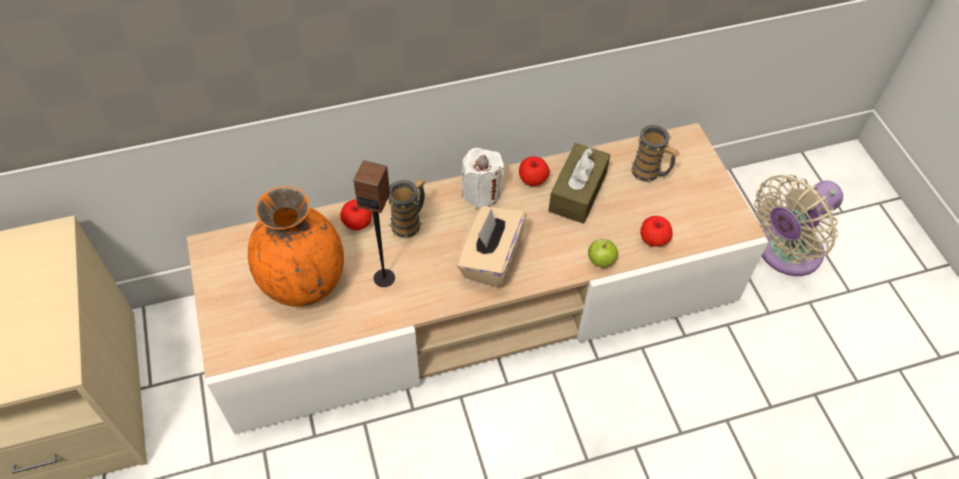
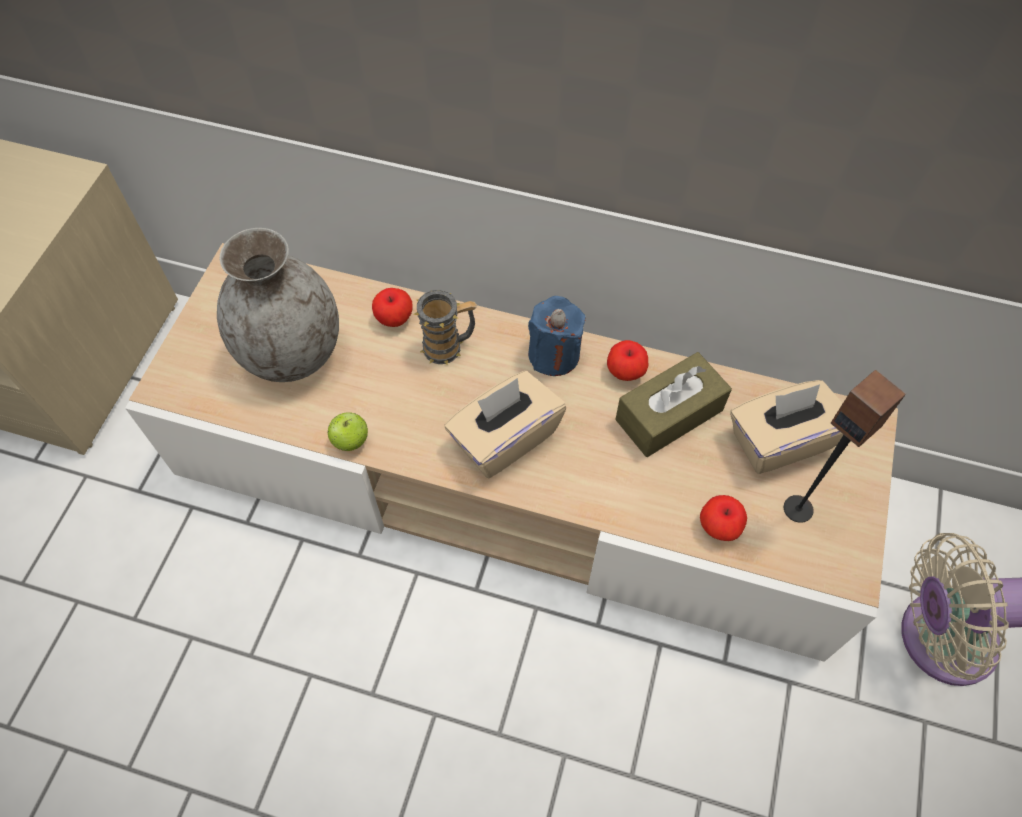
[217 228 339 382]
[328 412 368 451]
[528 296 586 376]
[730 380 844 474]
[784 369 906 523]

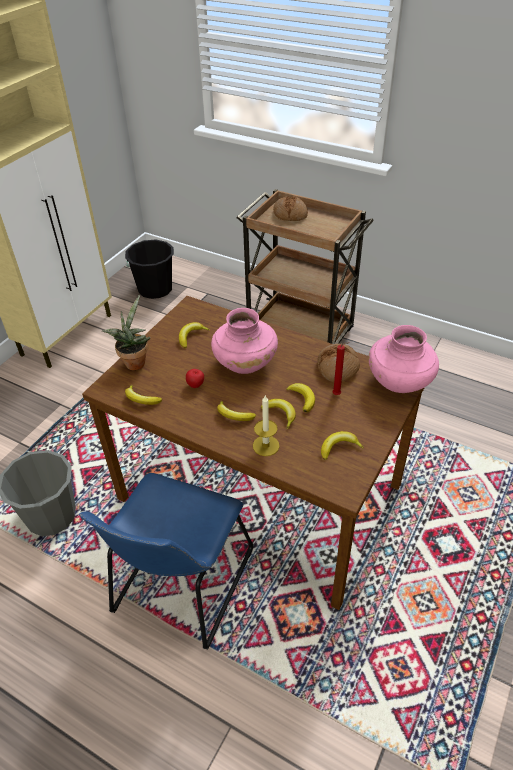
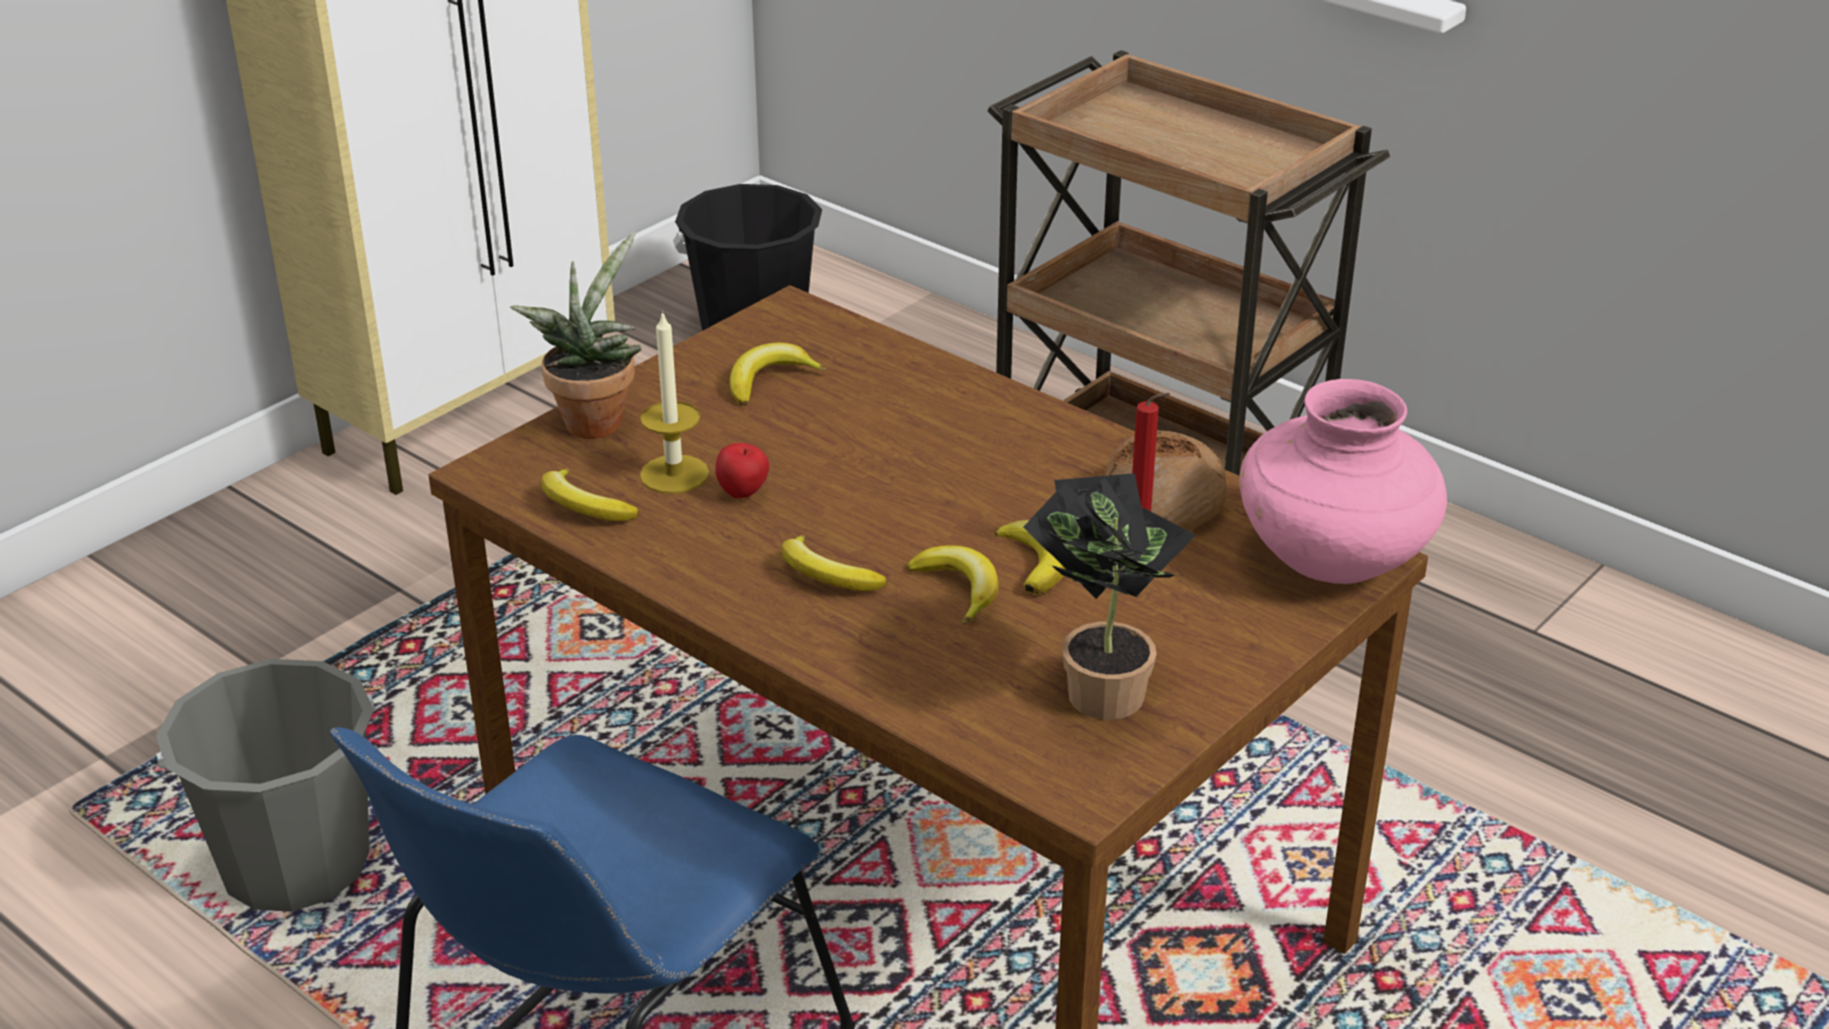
[640 310 709 494]
[1023 473 1196 720]
[211 308 278 374] (first image)
[273 196 308 221] (first image)

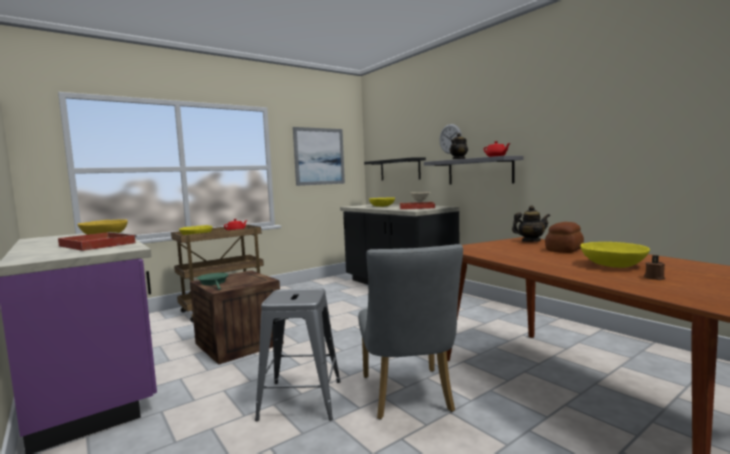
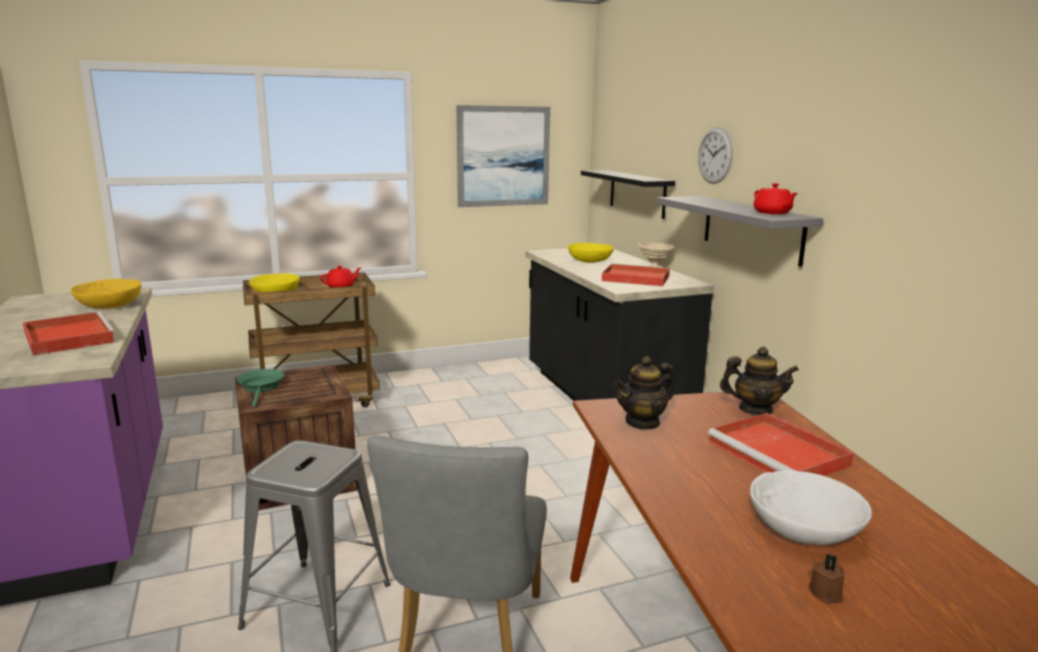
[614 356 674 430]
[708 413 854 476]
[750 470 872 545]

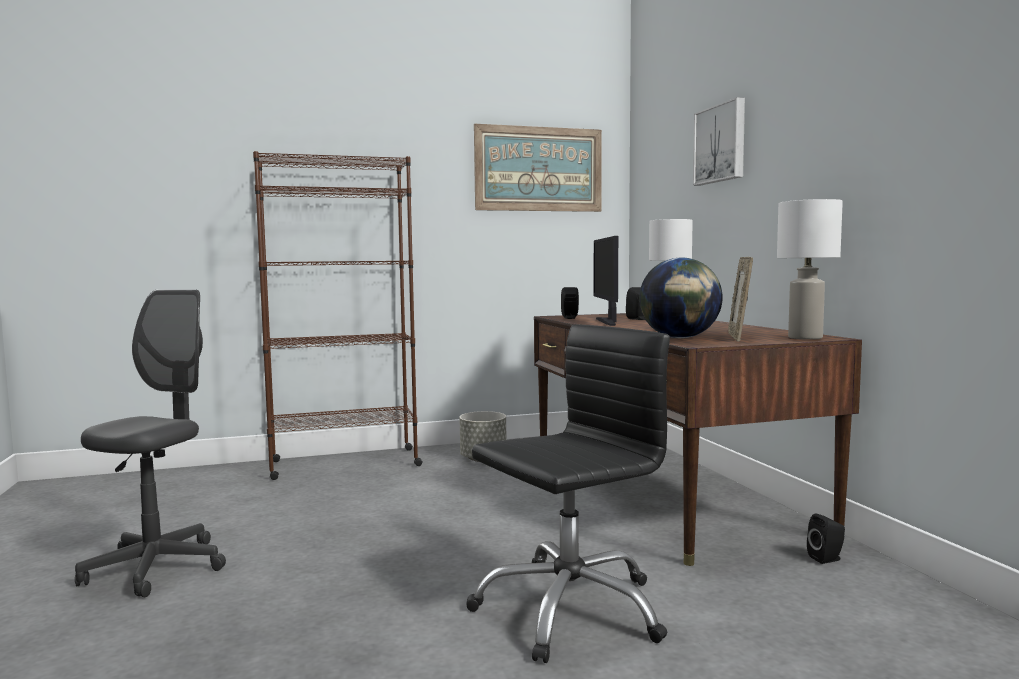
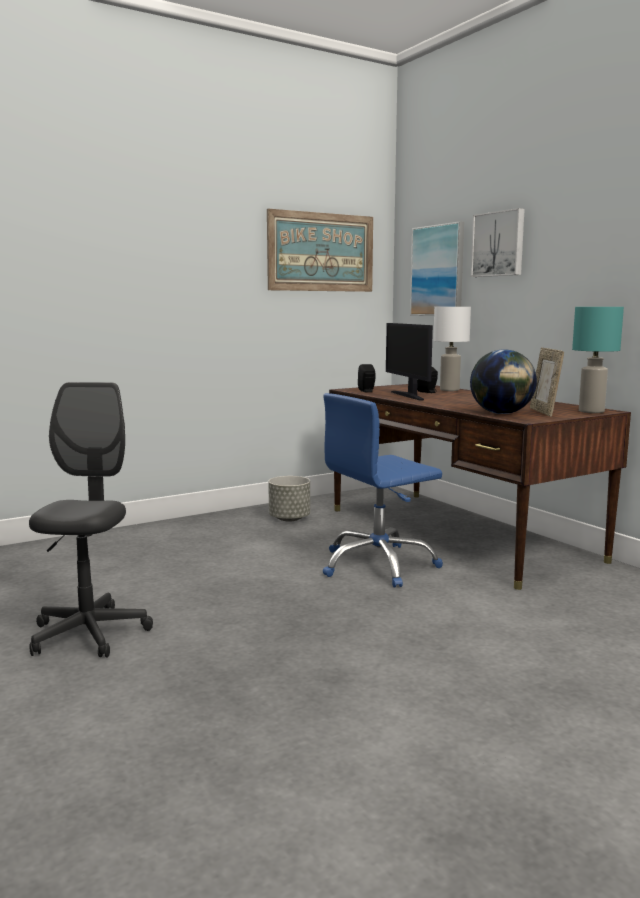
[323 393 443 588]
[410 221 464 316]
[572 307 624 413]
[253 151 423 480] (first image)
[466 324 670 663] (first image)
[807 513 845 564] (first image)

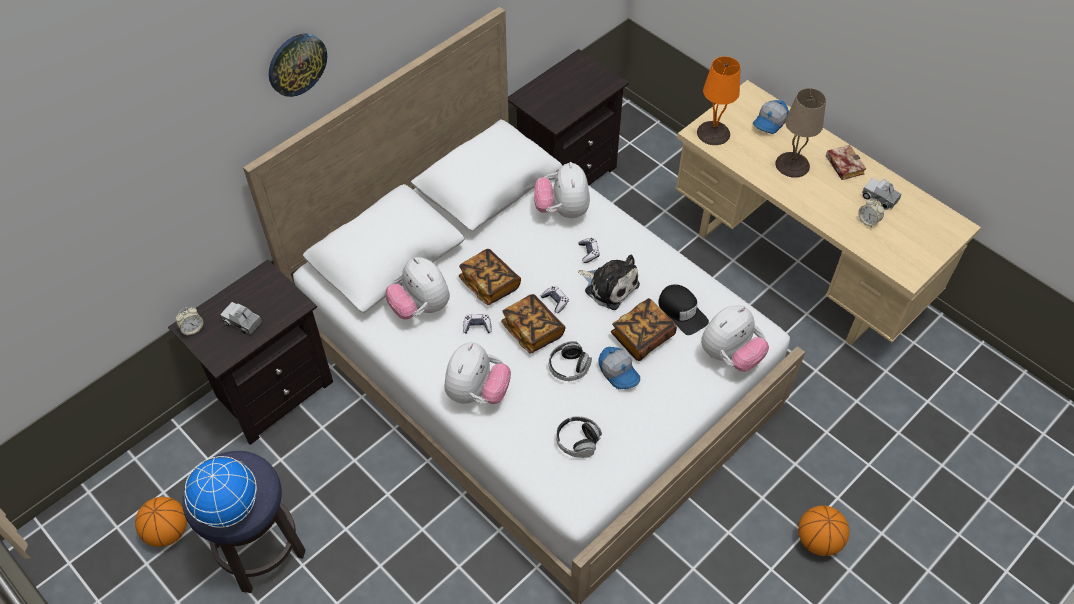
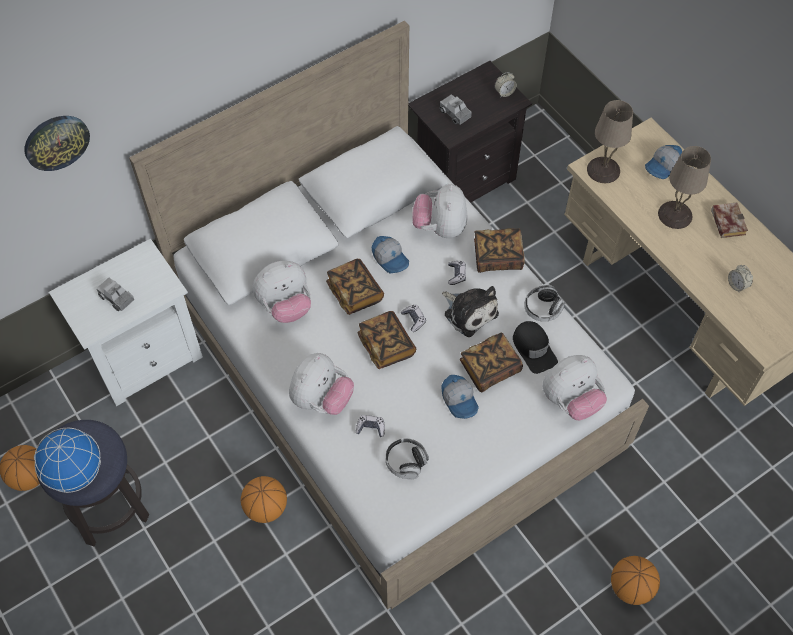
[24 116 90 171]
[49 239 203 406]
[241 476 287 523]
[253 261 311 323]
[356 415 385 437]
[372 236 409 273]
[439 94 472 125]
[474 228 525 273]
[495 72 517 98]
[524 285 565 322]
[587 100 633 183]

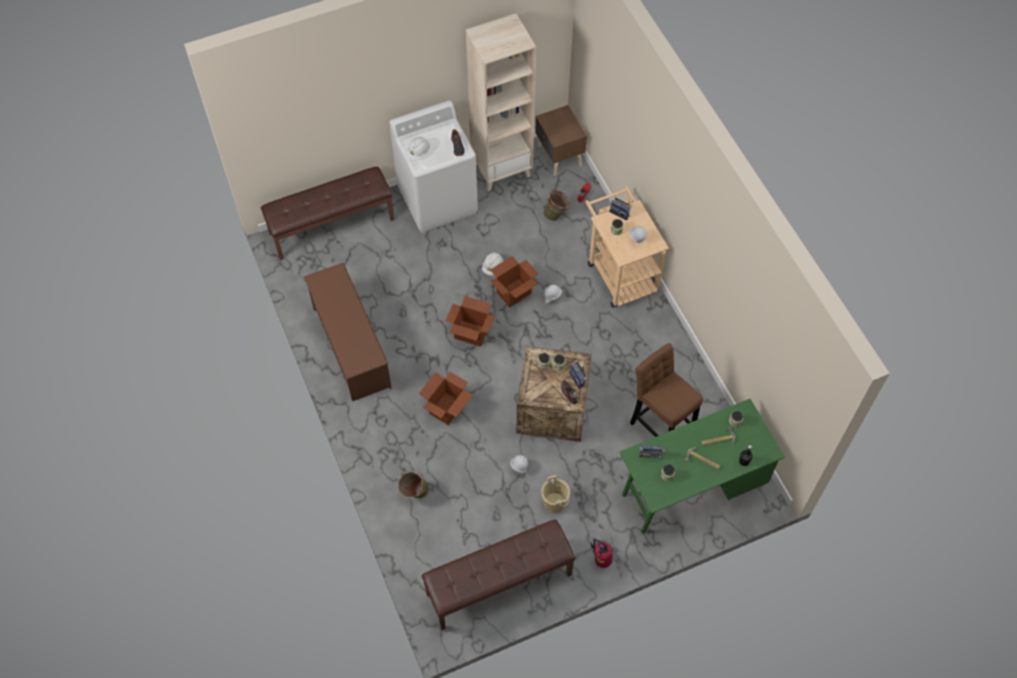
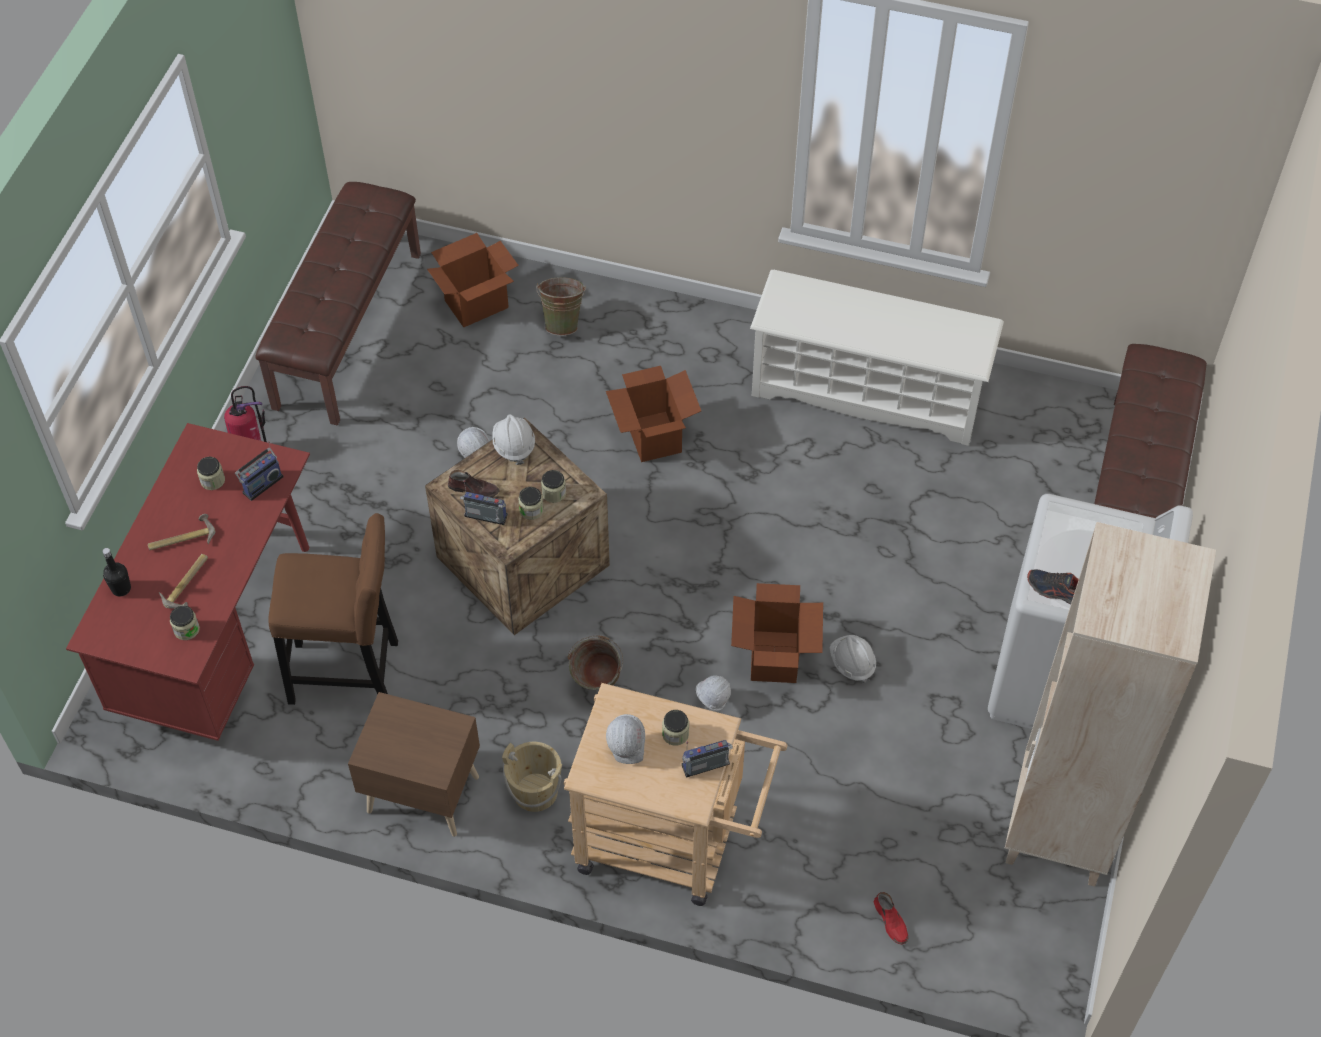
[66 423 310 741]
[348 692 480 837]
[427 233 519 327]
[492 414 535 465]
[502 742 562 812]
[567 635 623 690]
[750 269 1004 446]

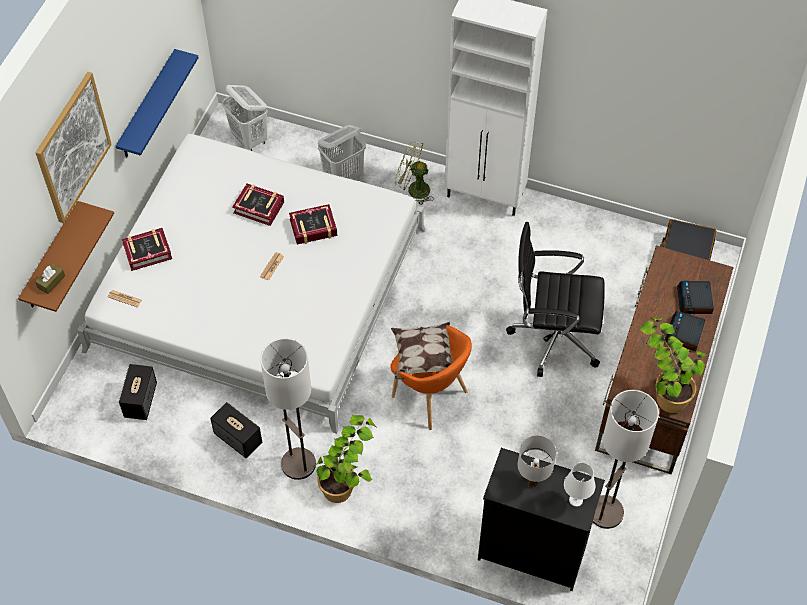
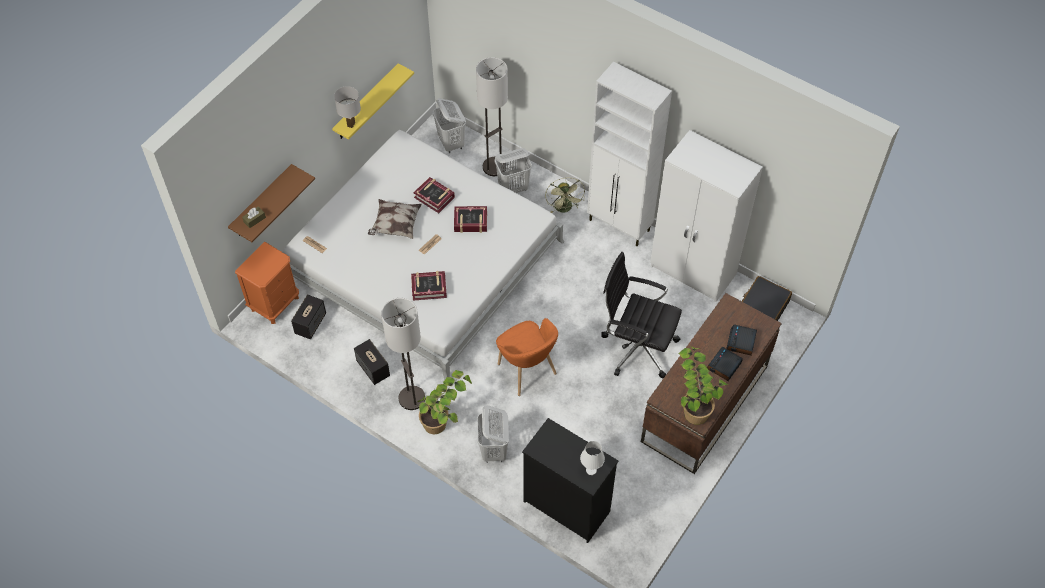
[235 242 299 324]
[332 63 414 139]
[334 86 361 128]
[368 199 422 239]
[411 271 447 301]
[476 57 508 176]
[477 405 509 463]
[545 178 585 213]
[650 130 763 302]
[36 72 112 223] (first image)

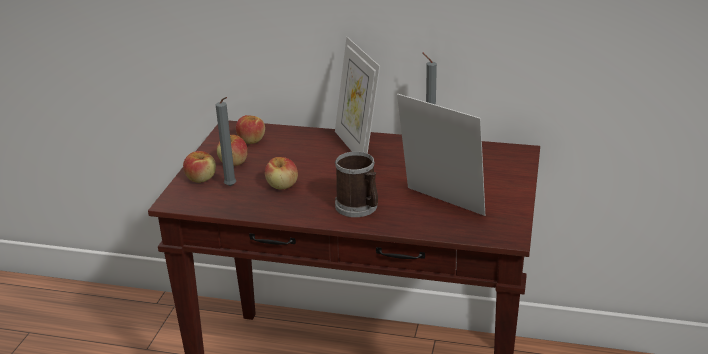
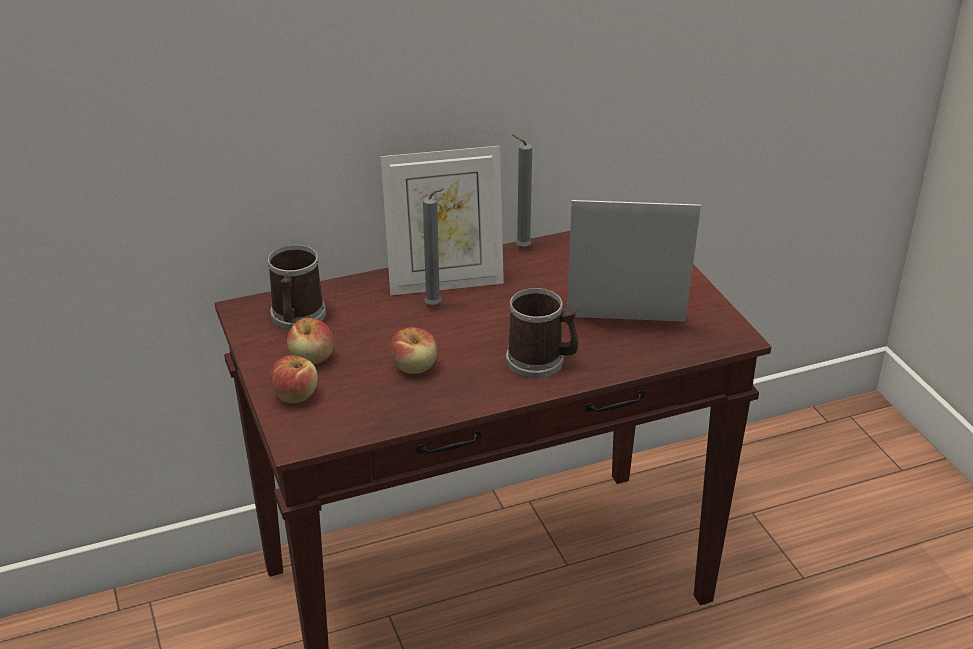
[267 245 326 330]
[381 146 504 296]
[423 188 444 306]

